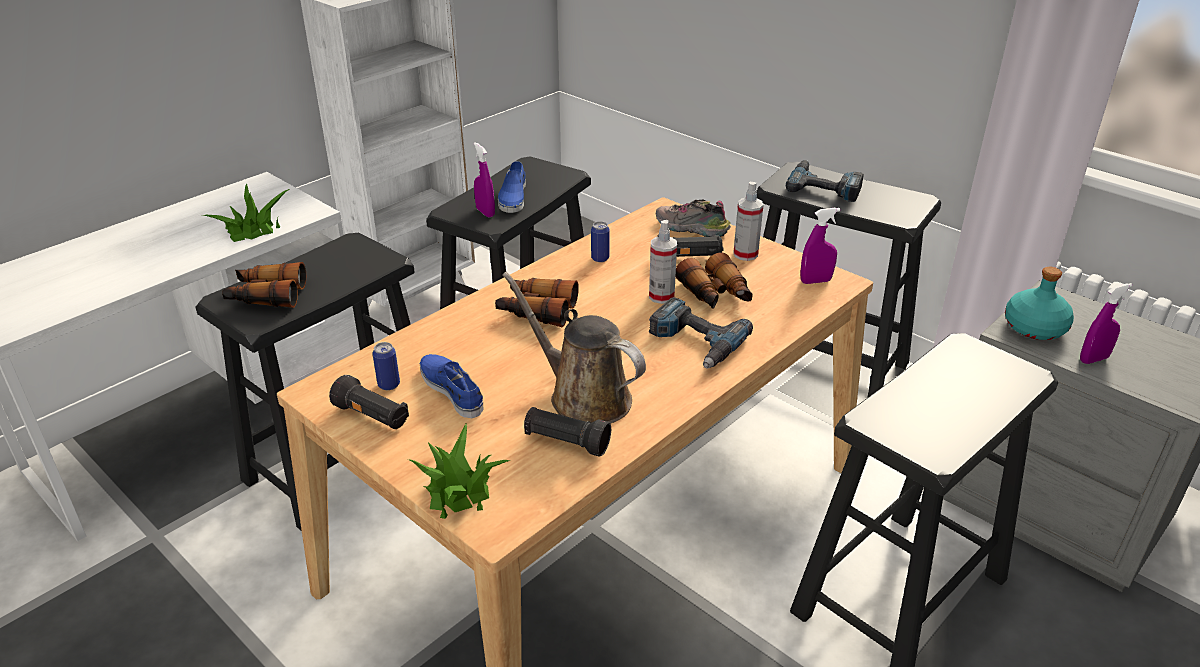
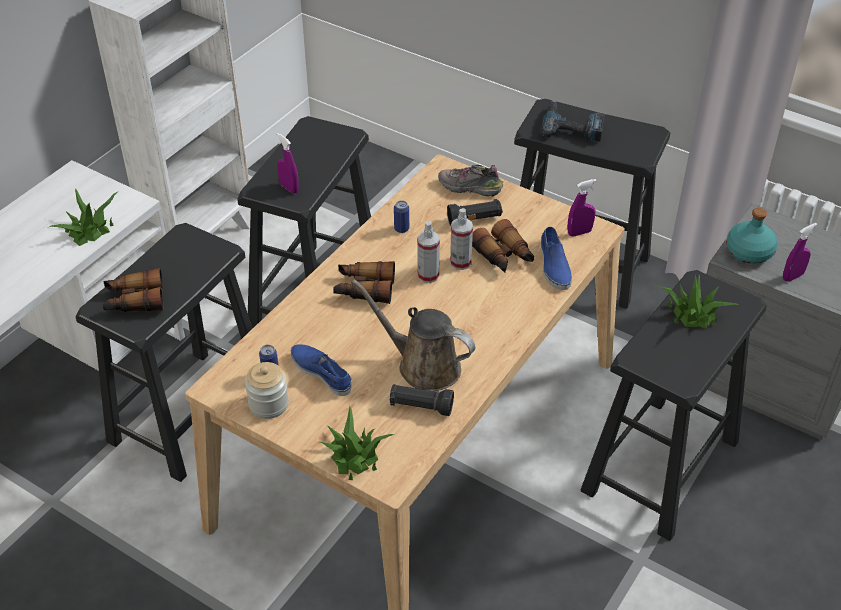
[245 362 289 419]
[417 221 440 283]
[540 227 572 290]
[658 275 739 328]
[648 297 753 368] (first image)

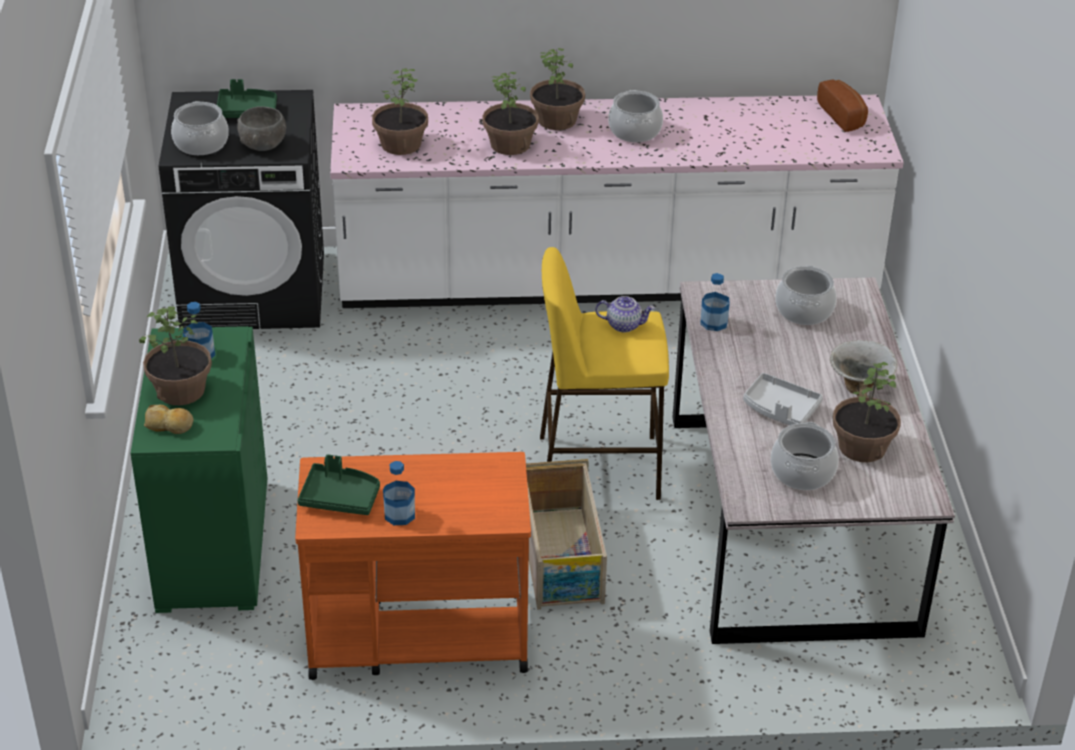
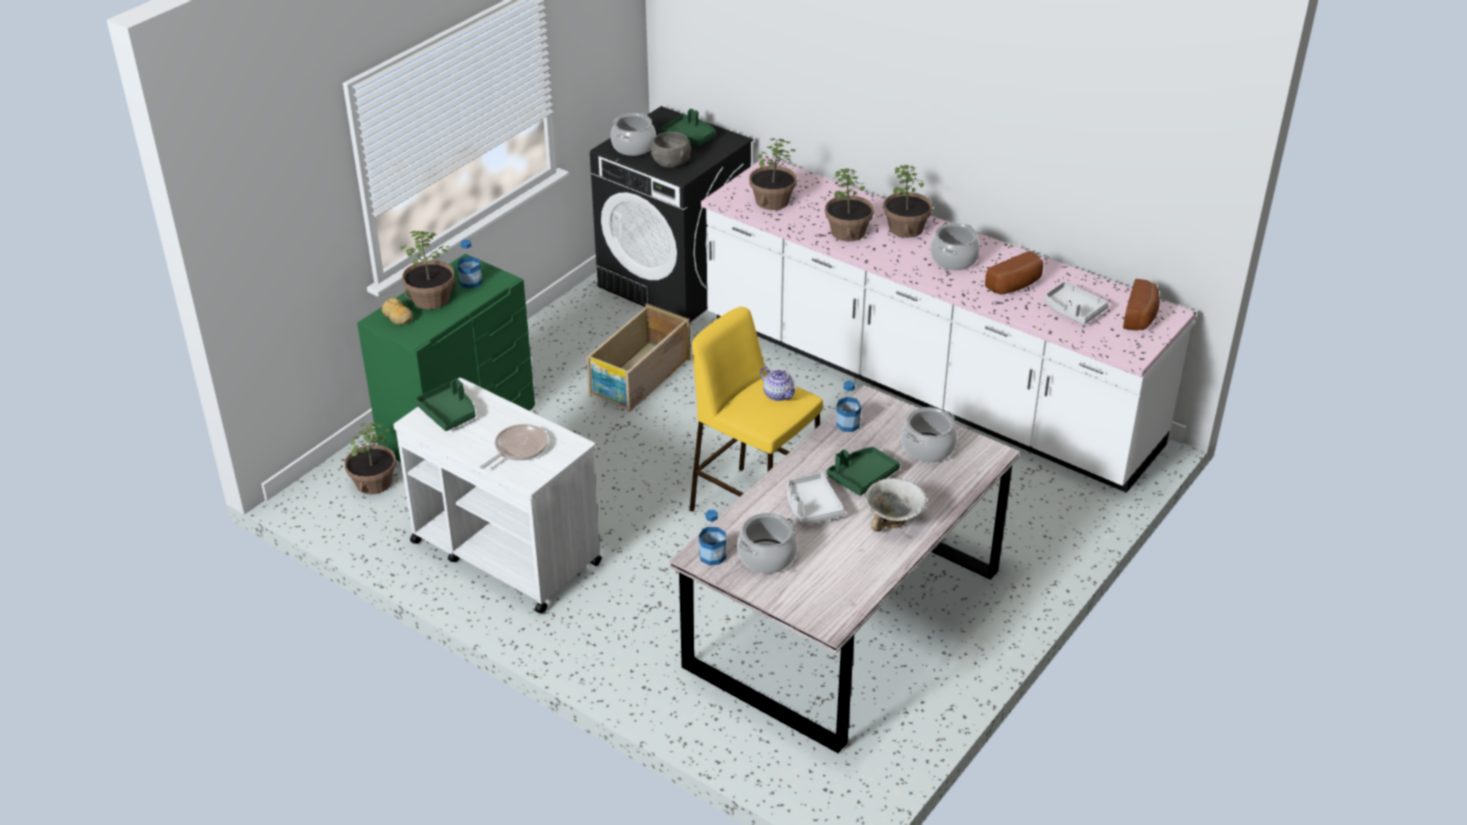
[345 423 396 494]
[393 378 602 614]
[480 424 548 469]
[586 303 690 412]
[699 510 726 566]
[827 447 900 496]
[985 251 1043 294]
[1045 281 1109 324]

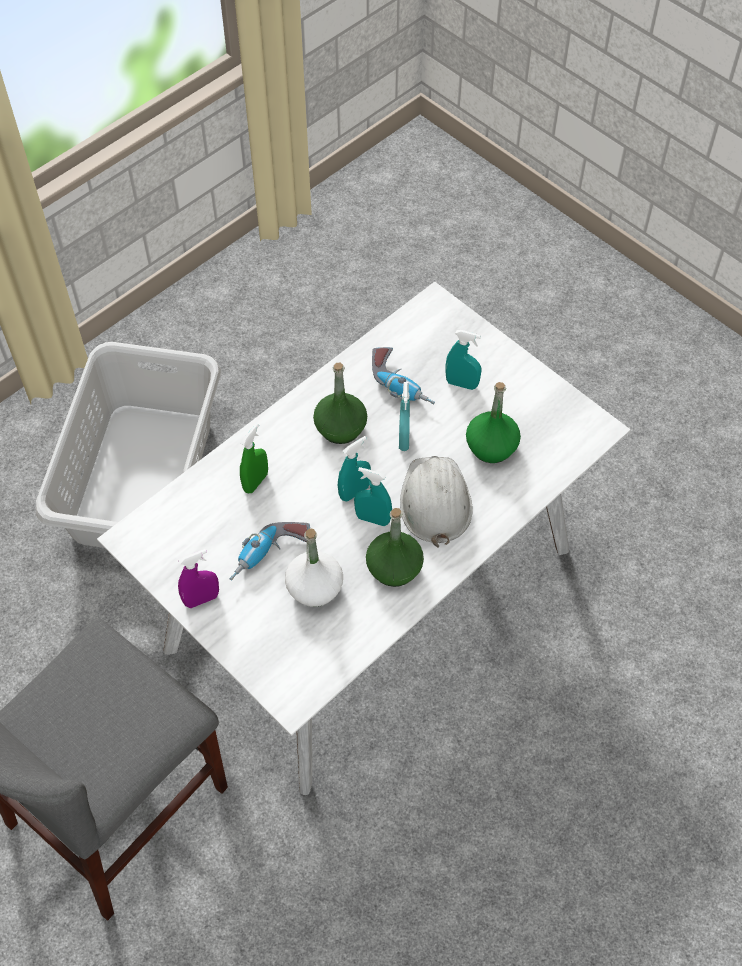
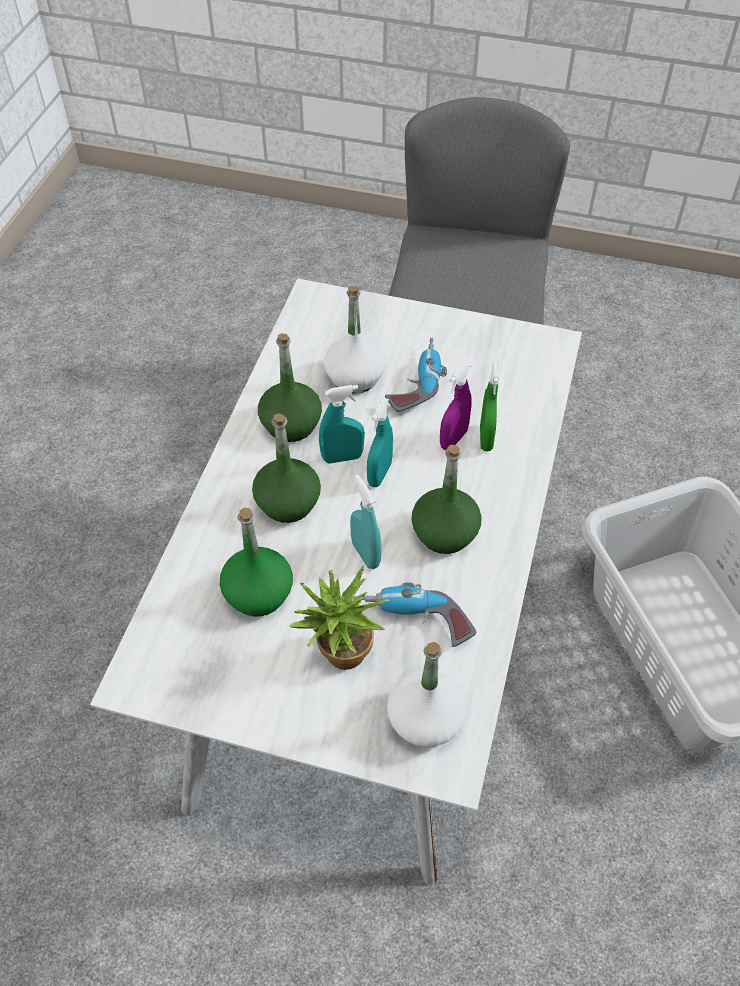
[252 413 321 523]
[290 565 389 670]
[387 642 467 748]
[440 363 472 450]

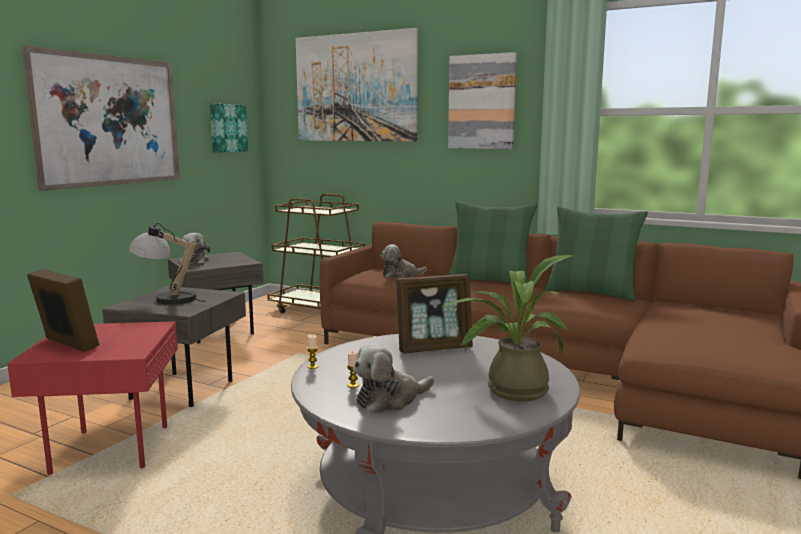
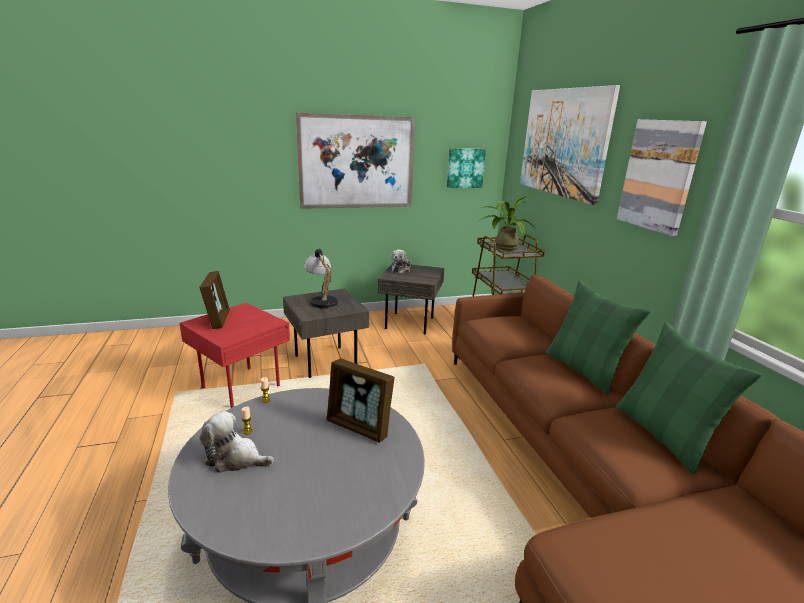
[479 196 537 250]
[380 244 427 278] (first image)

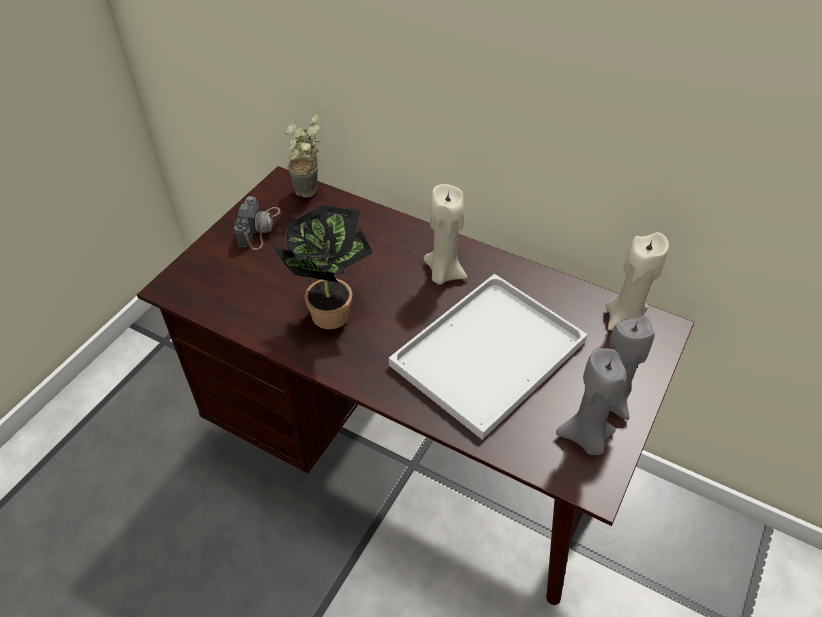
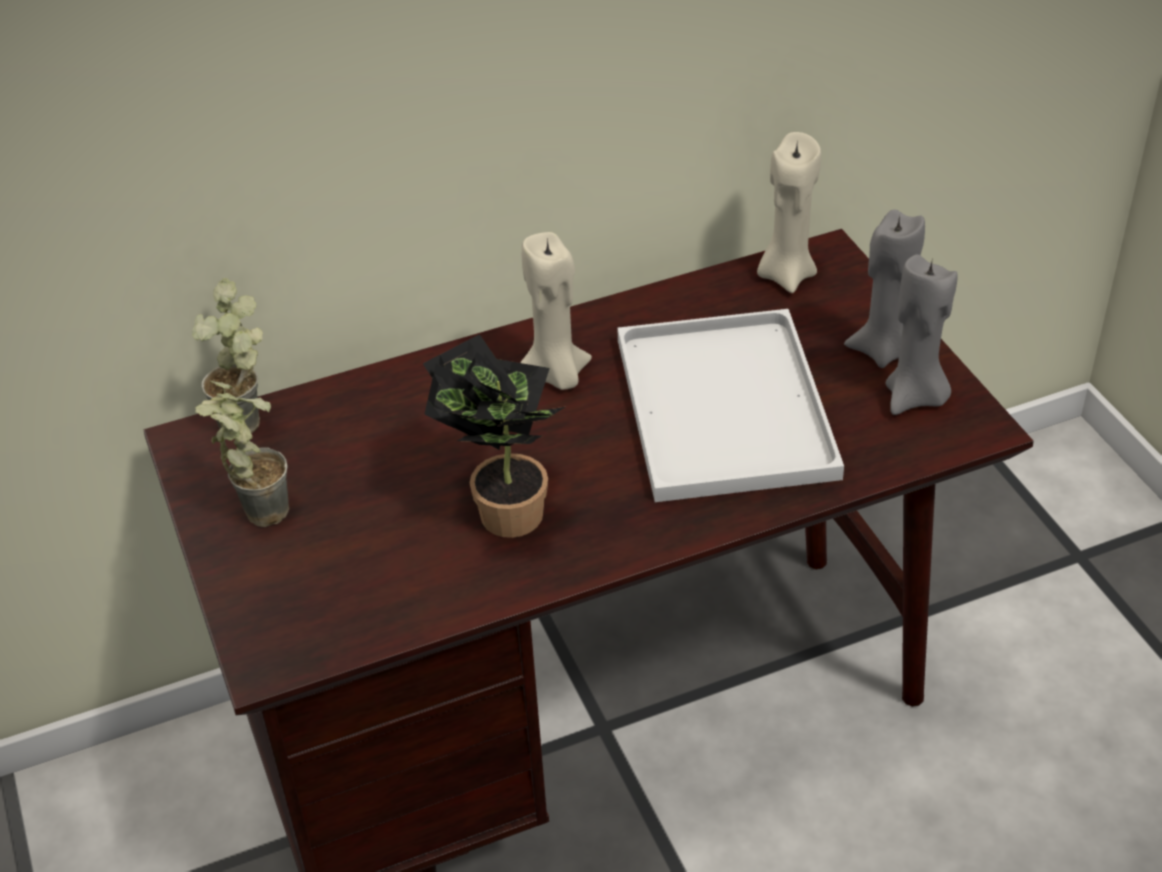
[195 380 289 527]

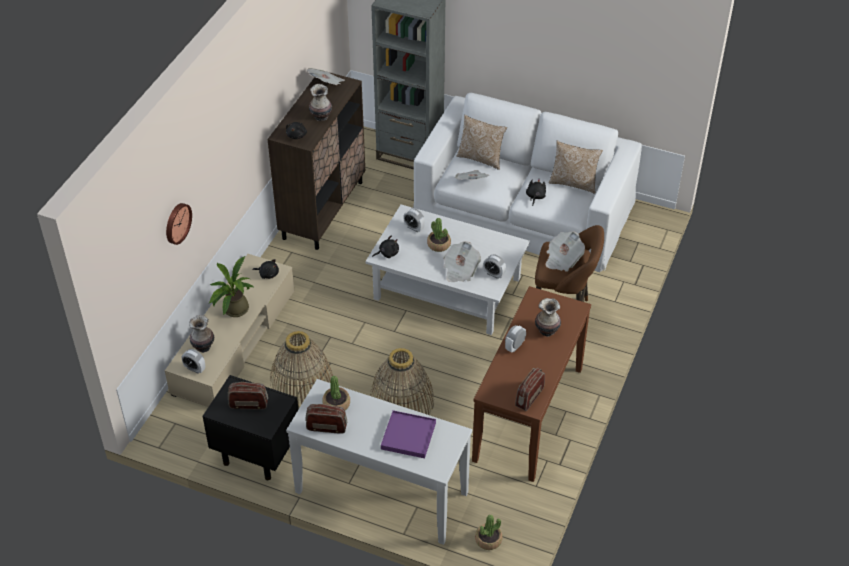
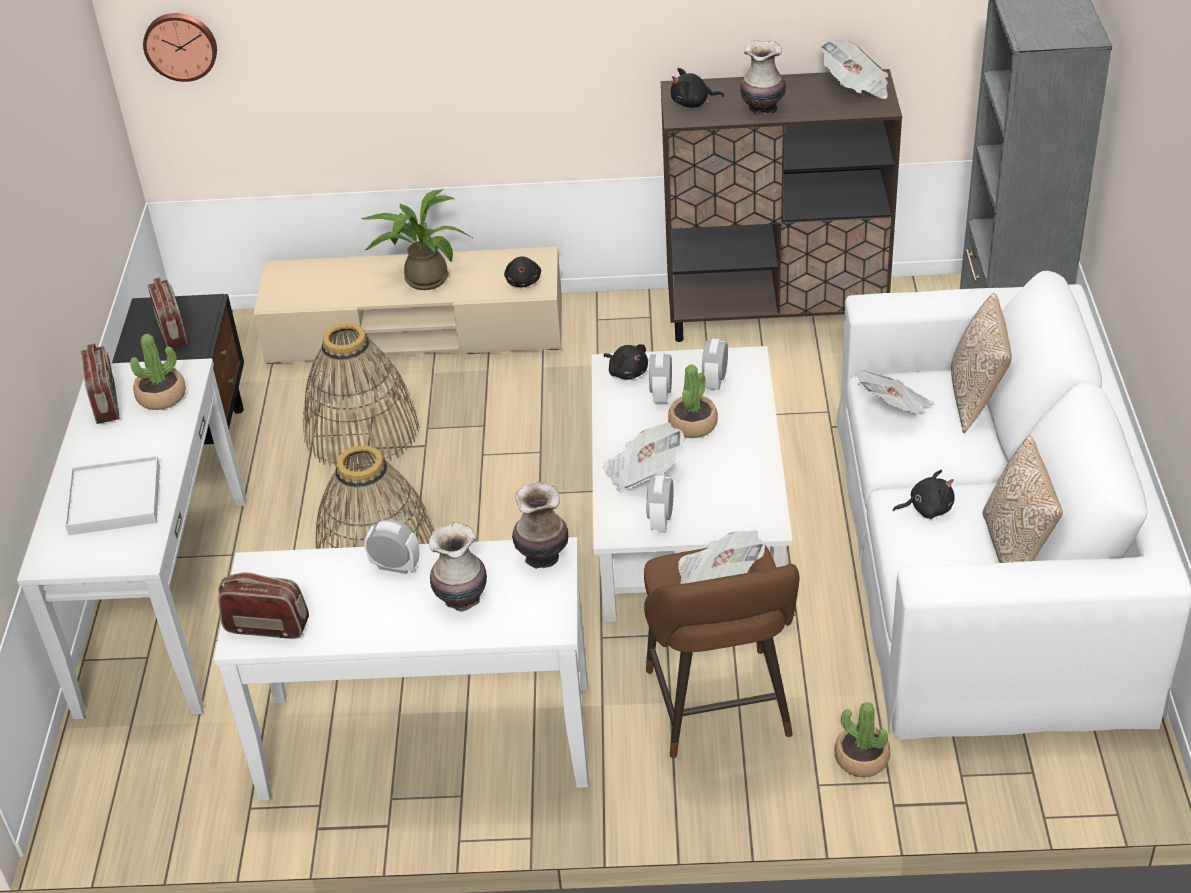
[65 456 160 535]
[143 13 217 82]
[214 537 588 801]
[512 481 568 569]
[649 352 672 403]
[834 702 890 777]

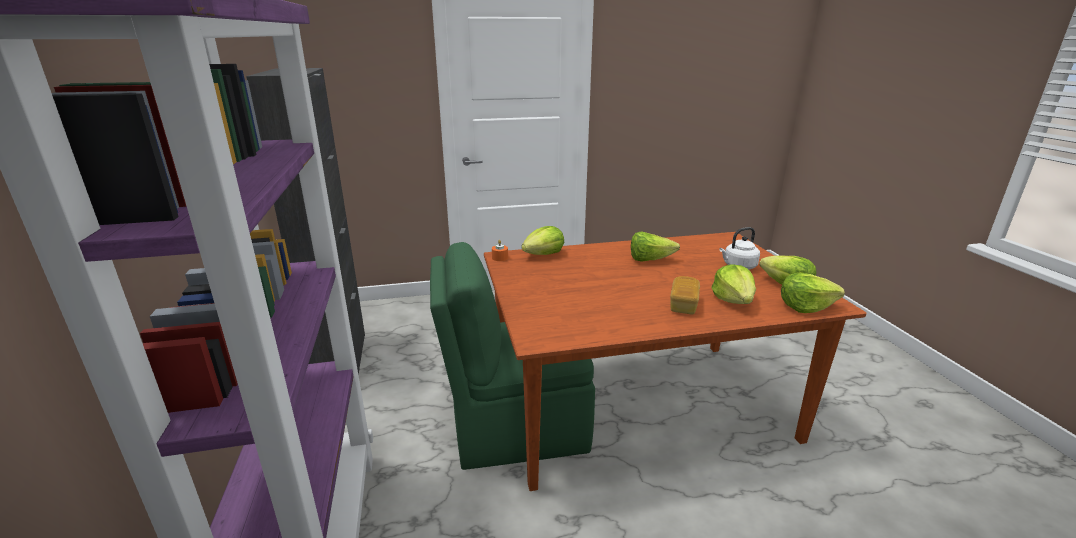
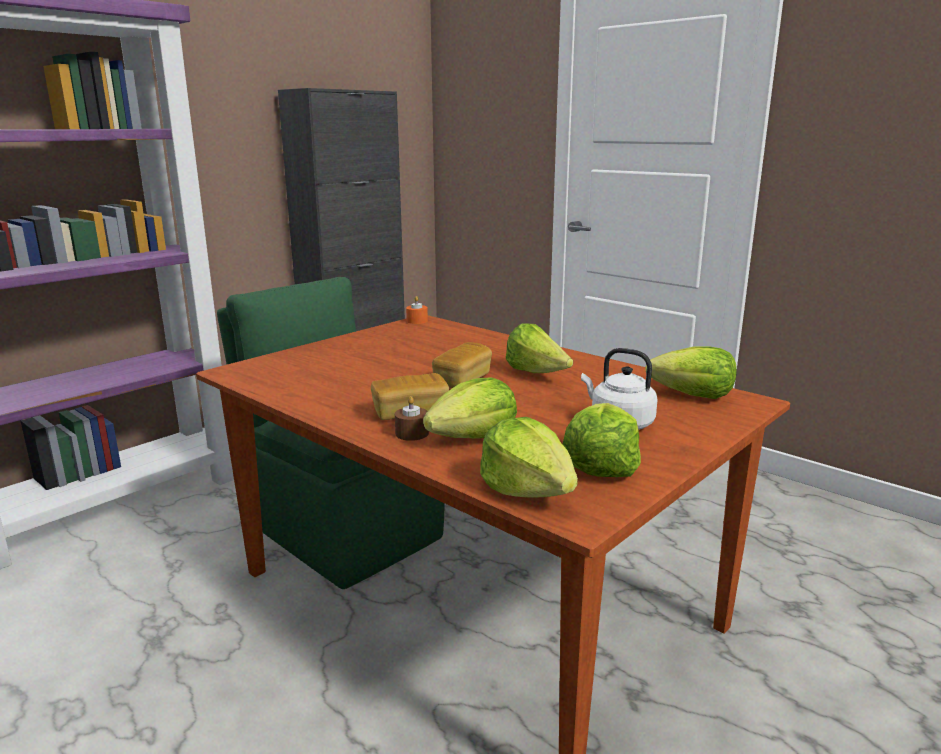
[395 396 429 441]
[432 342 492 388]
[645 346 737 399]

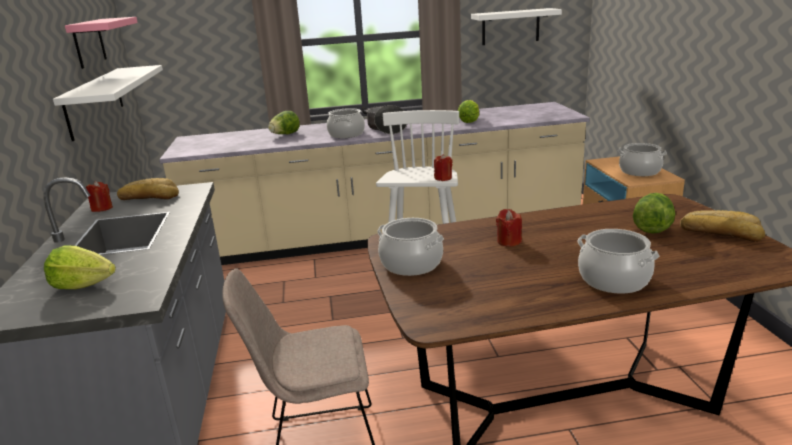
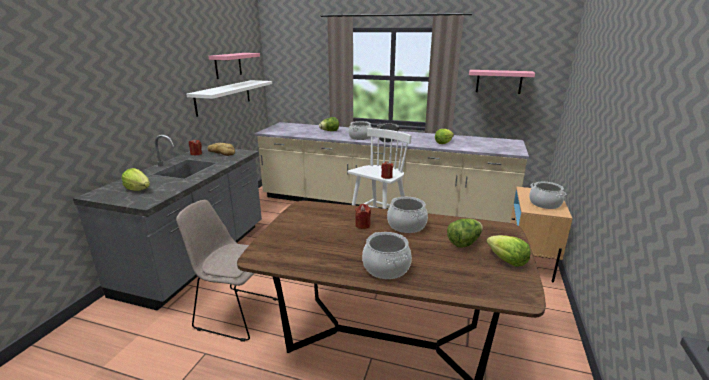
[387 197 428 233]
[469 70 535 94]
[486 235 531 267]

